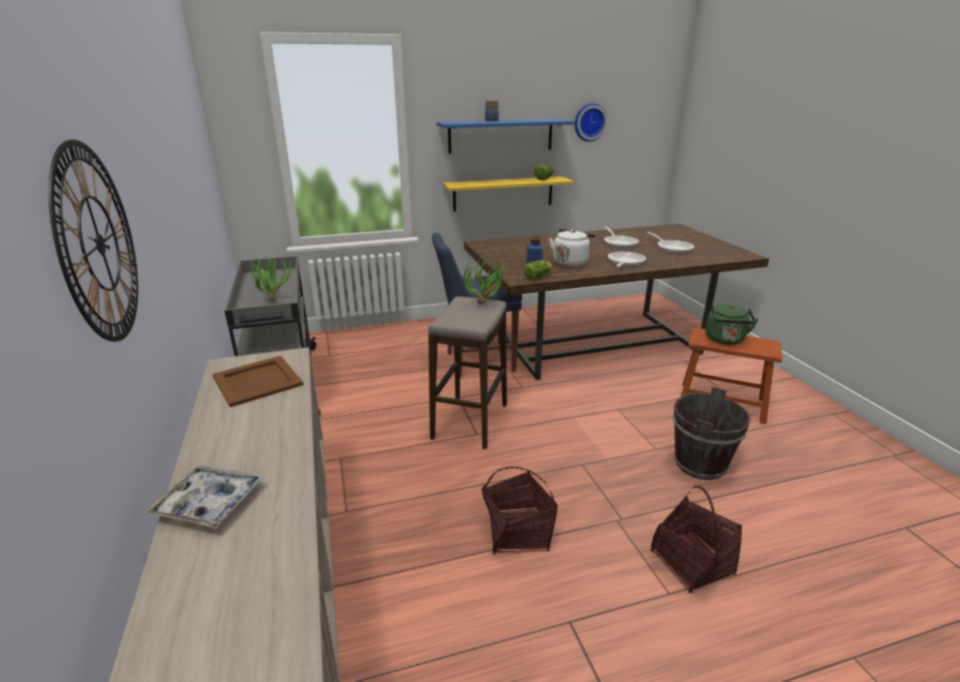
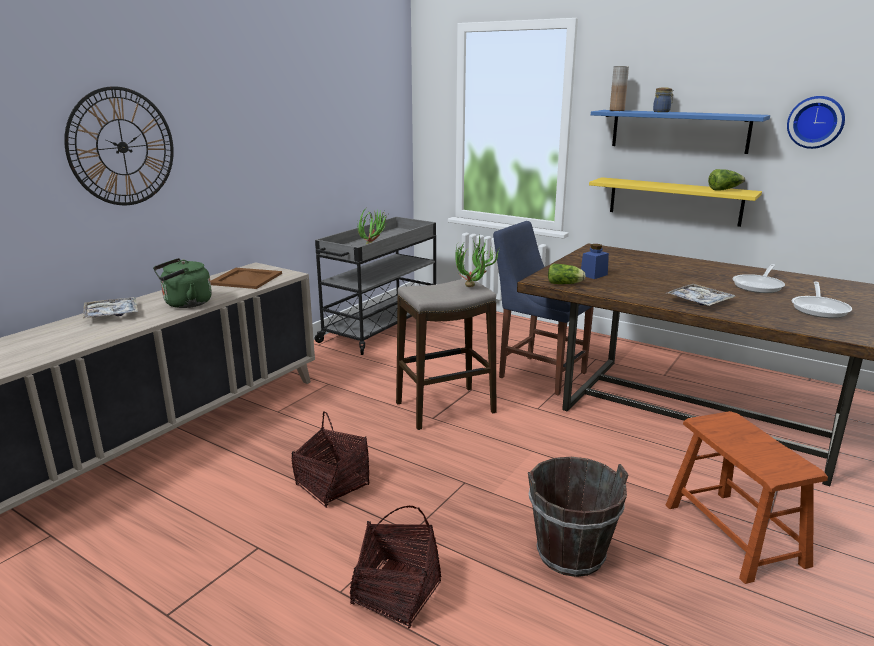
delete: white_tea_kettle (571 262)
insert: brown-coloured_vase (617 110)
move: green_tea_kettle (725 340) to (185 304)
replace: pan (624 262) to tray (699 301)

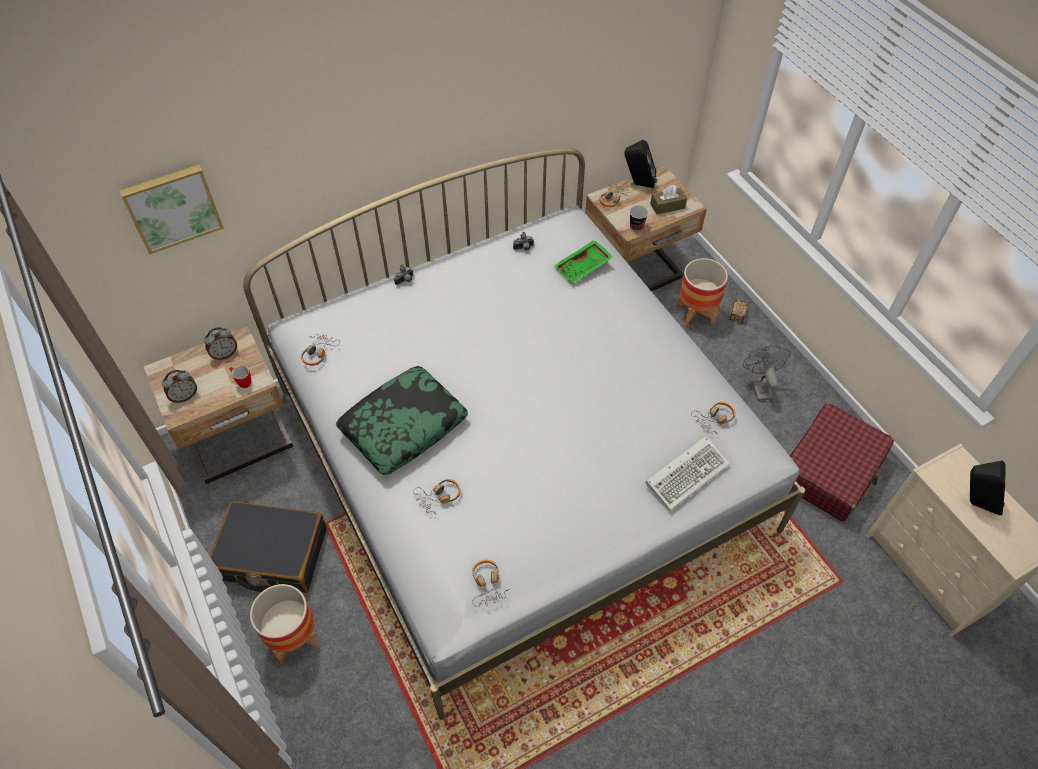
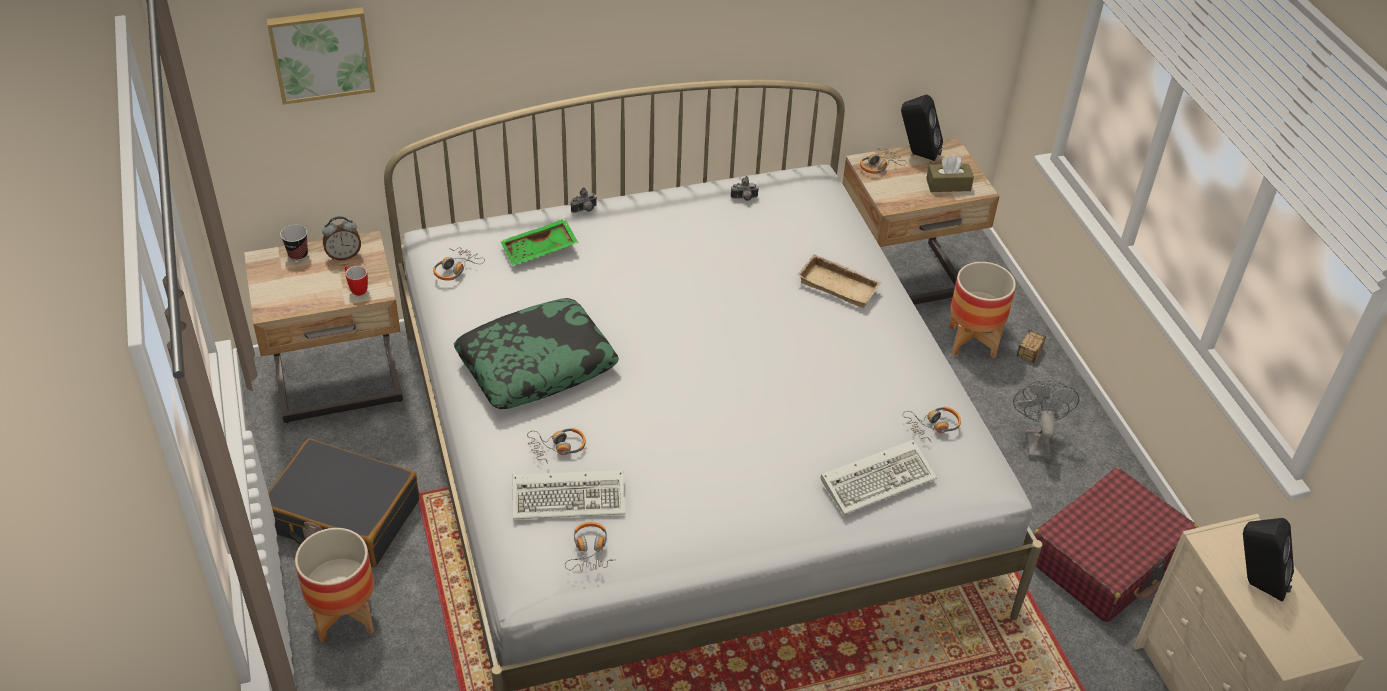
delete: table_clock (184 396)
insert: PC_keyboard (571 497); beige-coloured_tray (840 285)
move: green_tray (583 267) to (539 250); small_cup (636 227) to (298 255)

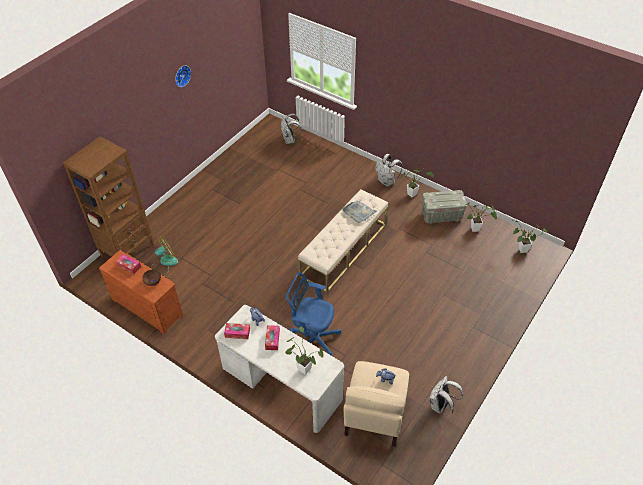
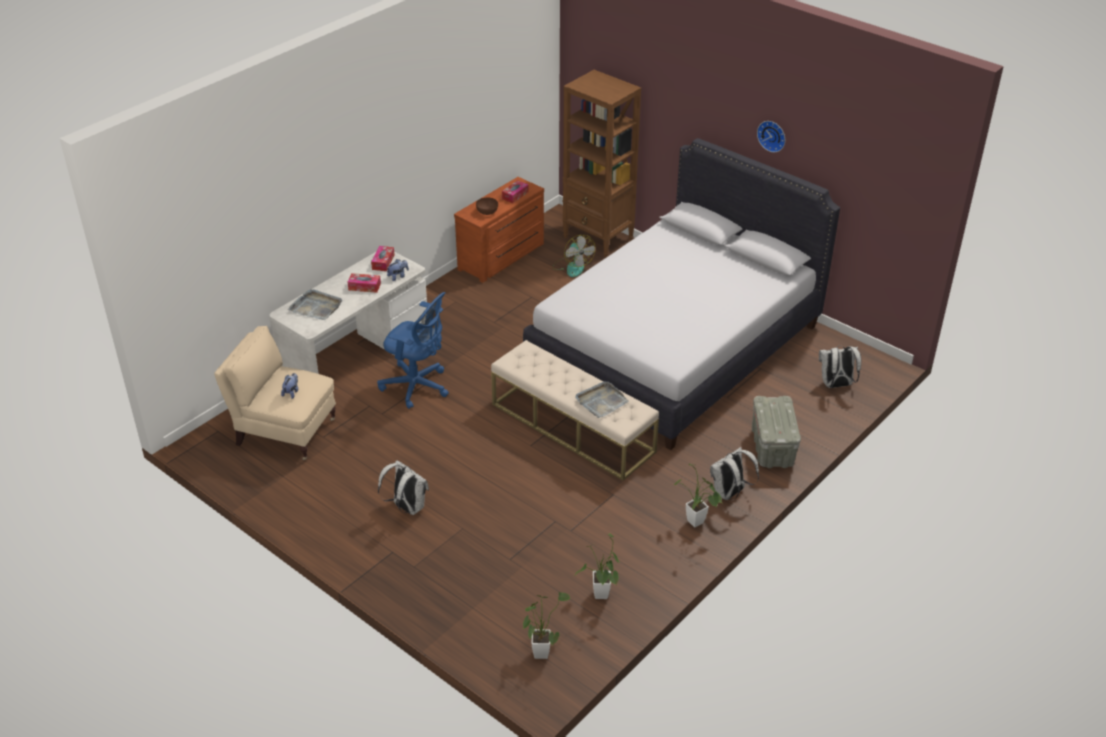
insert: white_bed (674 347)
move: greyish_storage_container (441 215) to (772 448); white_knapsack (440 405) to (407 507)
replace: potted_plant (302 368) to greyish_tray (316 307)
rotate: bluish_computer_chair (313 338) = (417 386) 90 degrees clockwise

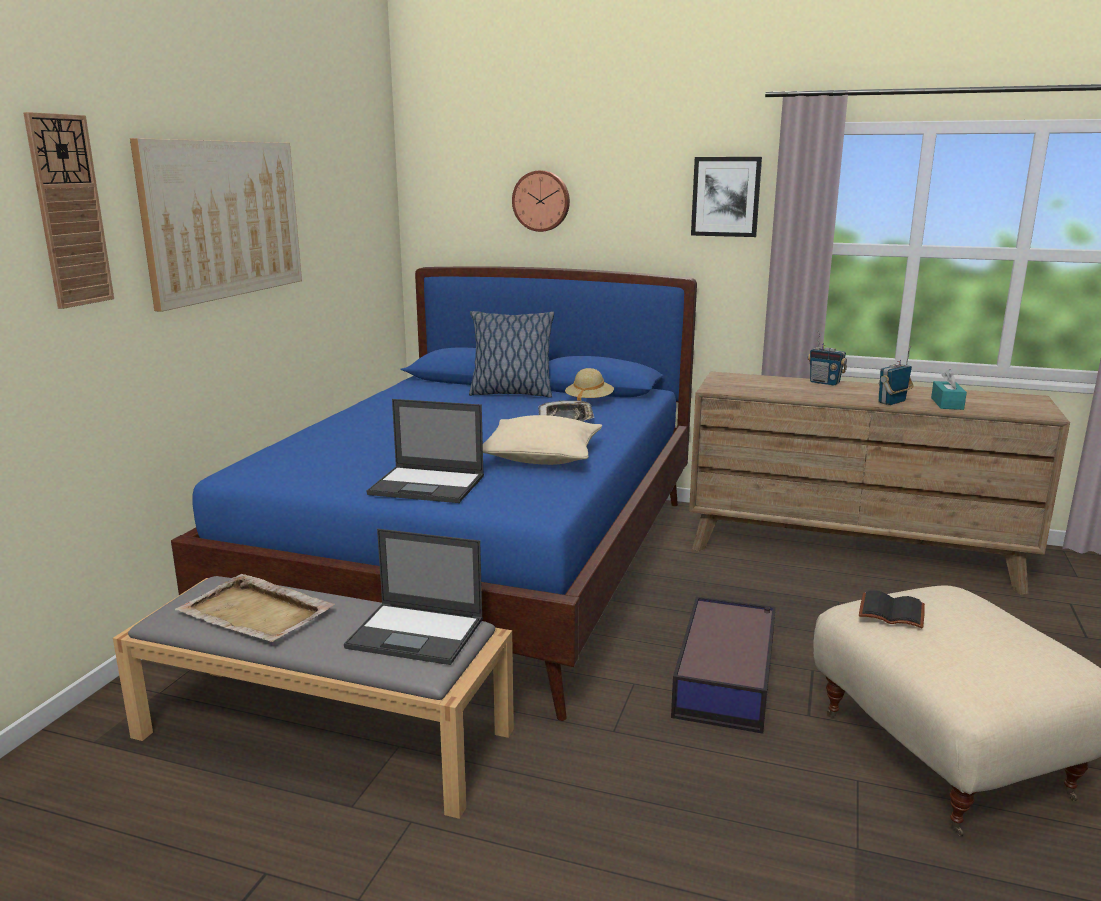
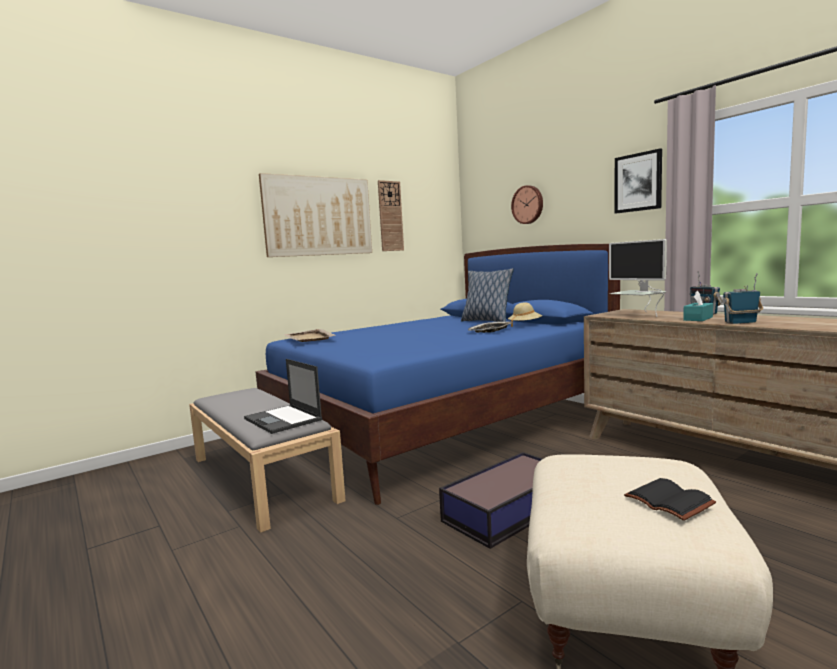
delete: notebook_computer (428 485); beige-coloured_cushion (541 457)
insert: monitor (638 315)
move: wall_clock (69 211) to (390 216); beige-coloured_tray (256 613) to (309 338); blackish_bound_book (890 613) to (666 501); blue-green_box_of_tissues (947 403) to (698 318)

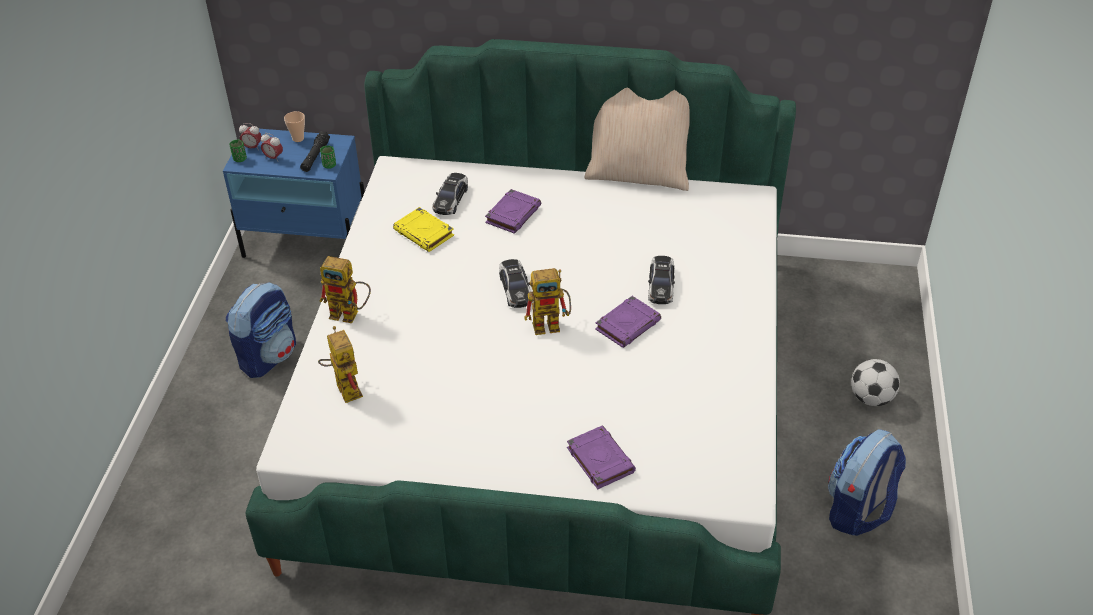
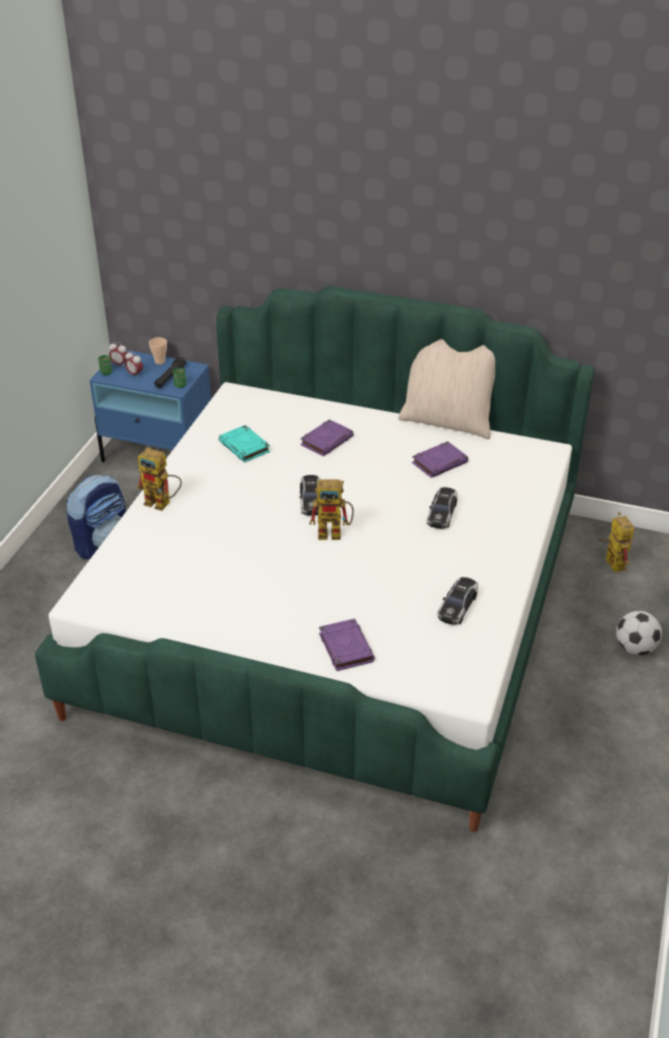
delete: knapsack (858 510)
move: model_robot (344 387) to (611 562); miniature_car (451 199) to (457 606); purple_bound_book (628 325) to (440 463)
recolor: yellow_bound_book (424 233) to blue-green_bound_book (245 447)

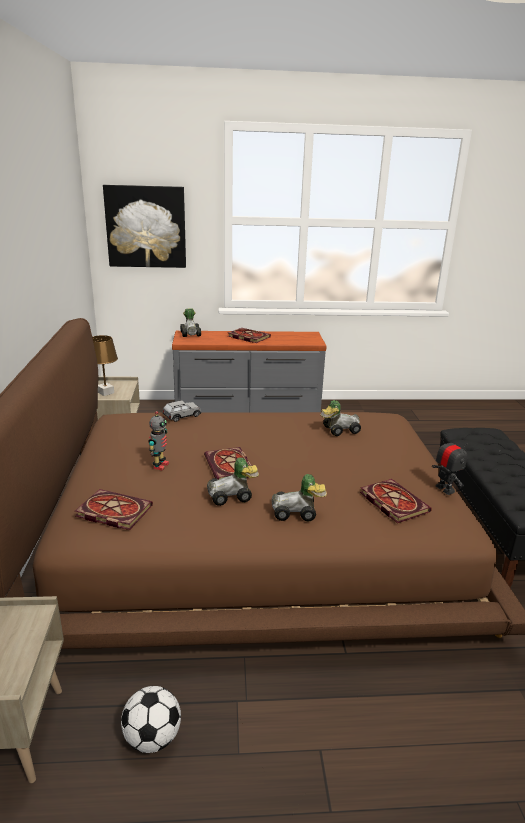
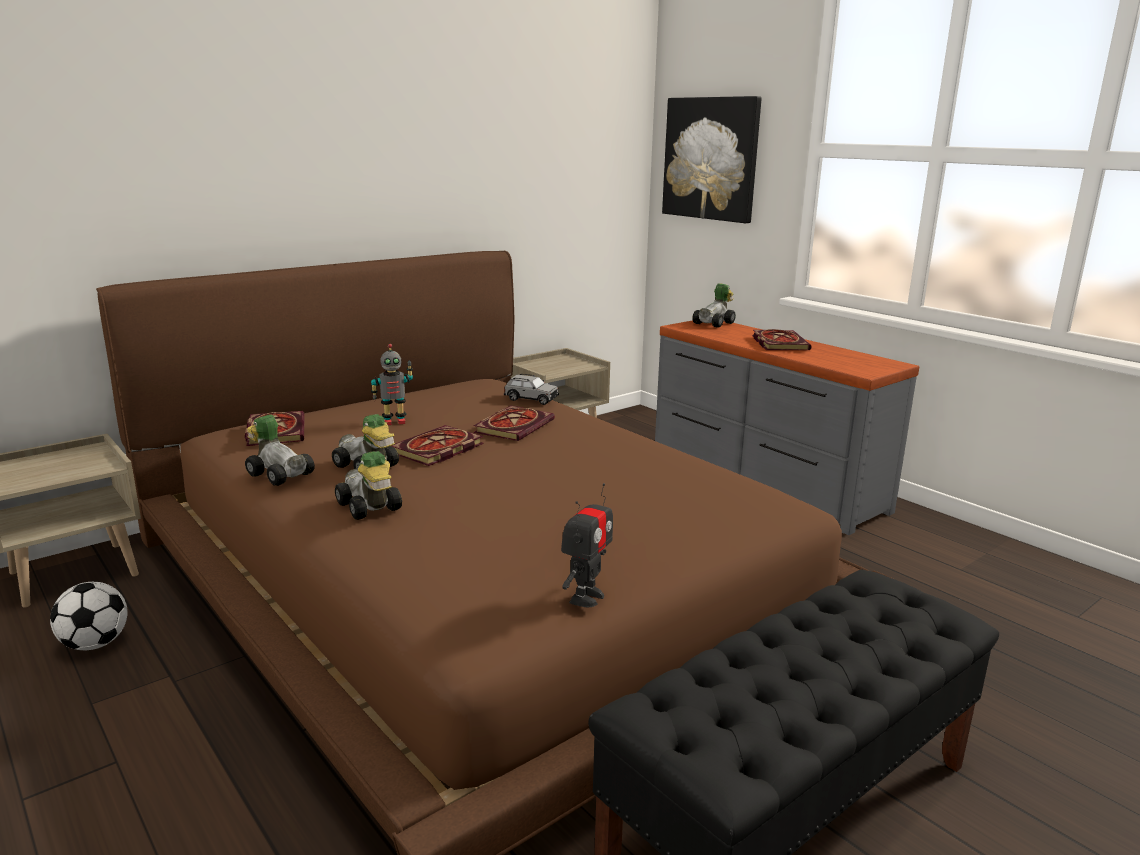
delete: brown-coloured_lamp_for_a_table (106 392)
move: miniature_car (339 430) to (279 473); bound_book (392 502) to (514 426)

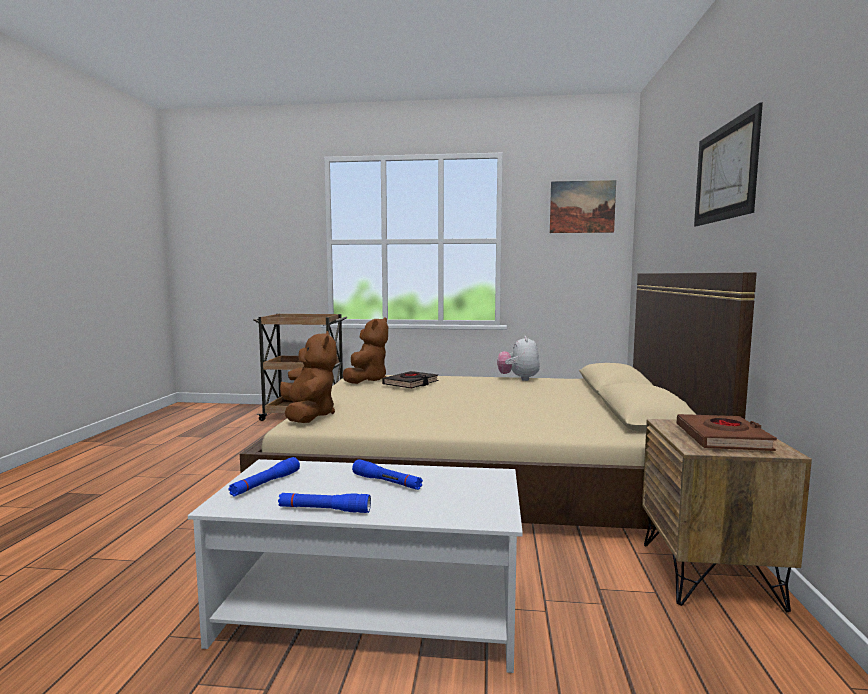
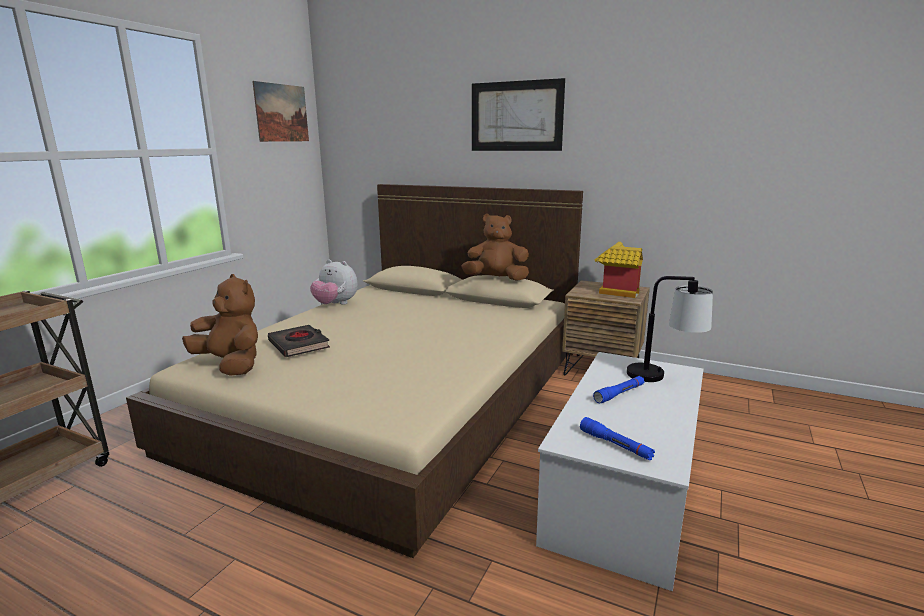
delete: bluish_torch (324 510)
insert: lamp_for_a_table (663 377)
move: brown-coloured_soft_toy (308 416) to (496 279)
replace: brown-coloured_bound_book (722 438) to miniature_house (614 291)

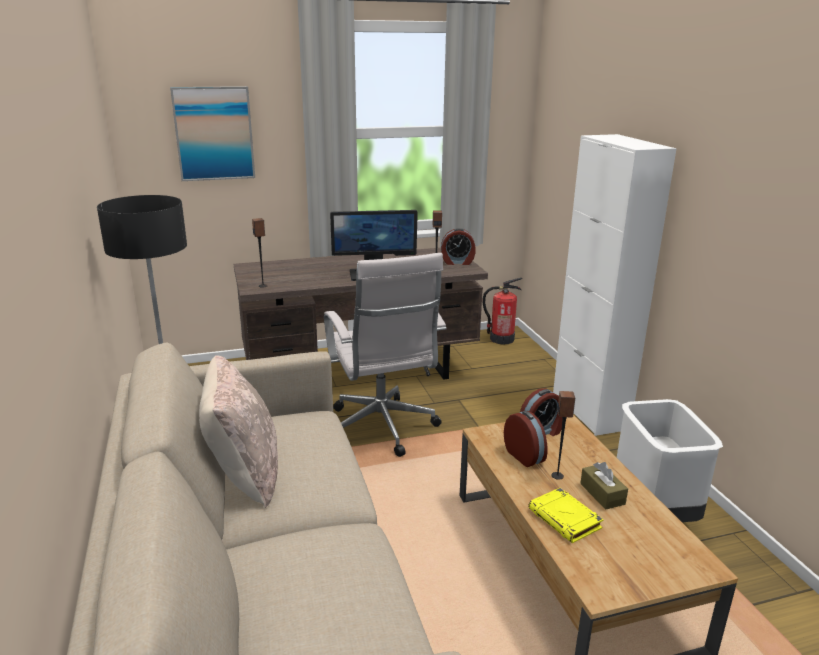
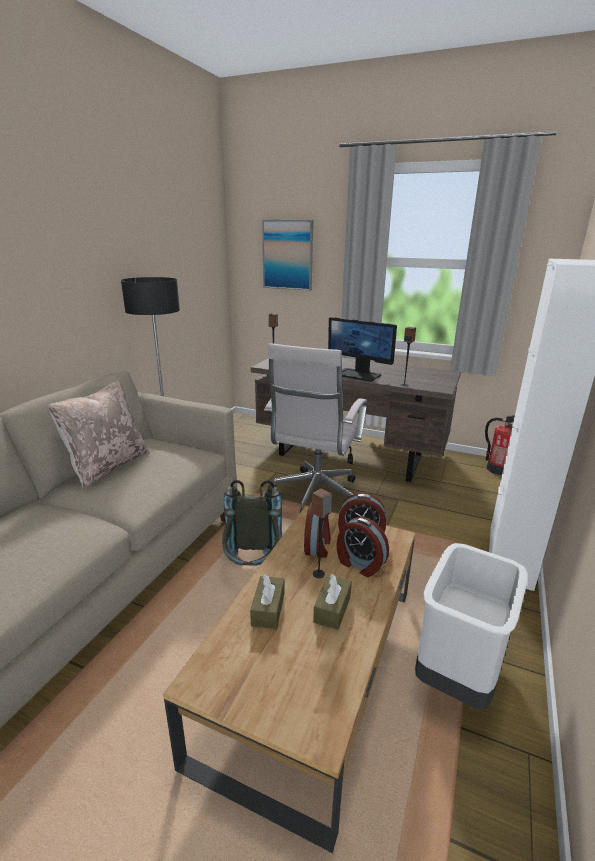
insert: greyish_knapsack (252 567)
move: table_clock (457 262) to (359 564)
replace: yellow_bound_book (565 519) to brown-coloured_box_of_tissues (268 609)

